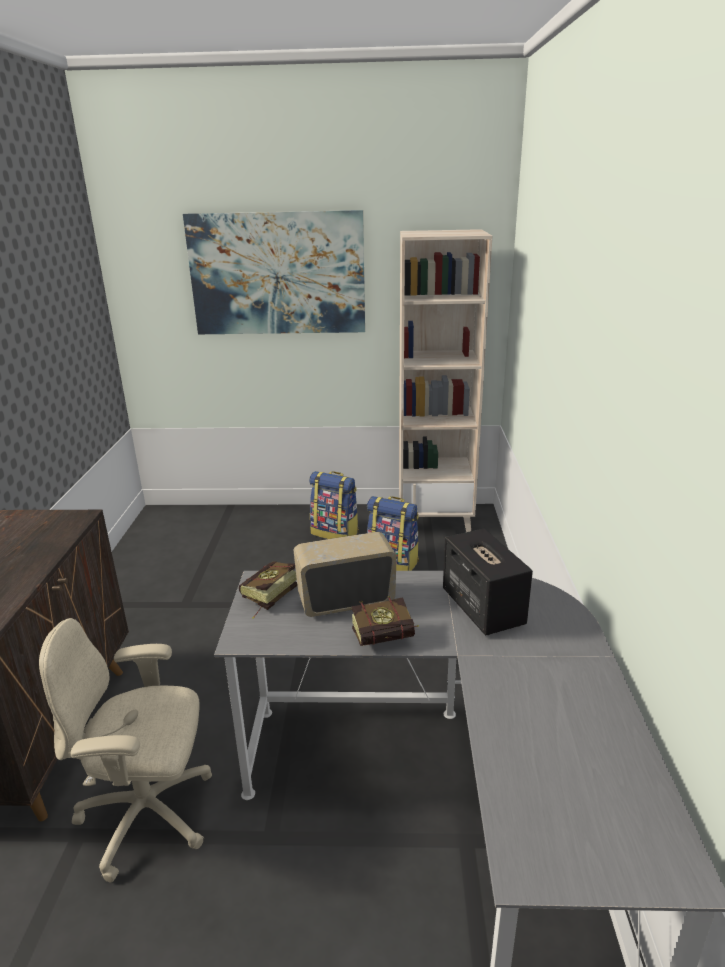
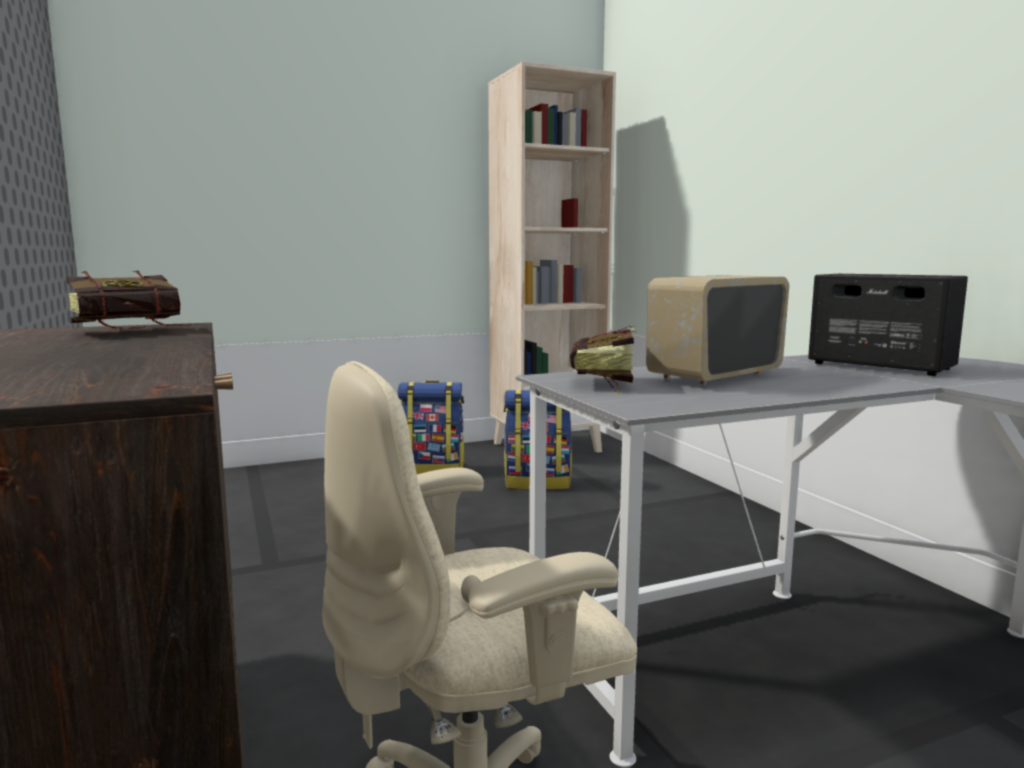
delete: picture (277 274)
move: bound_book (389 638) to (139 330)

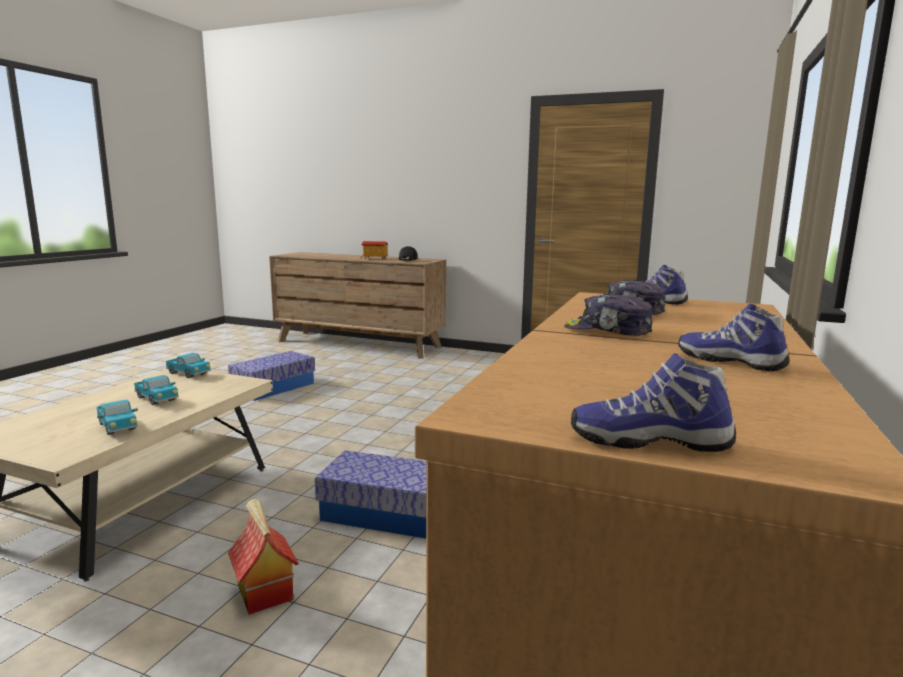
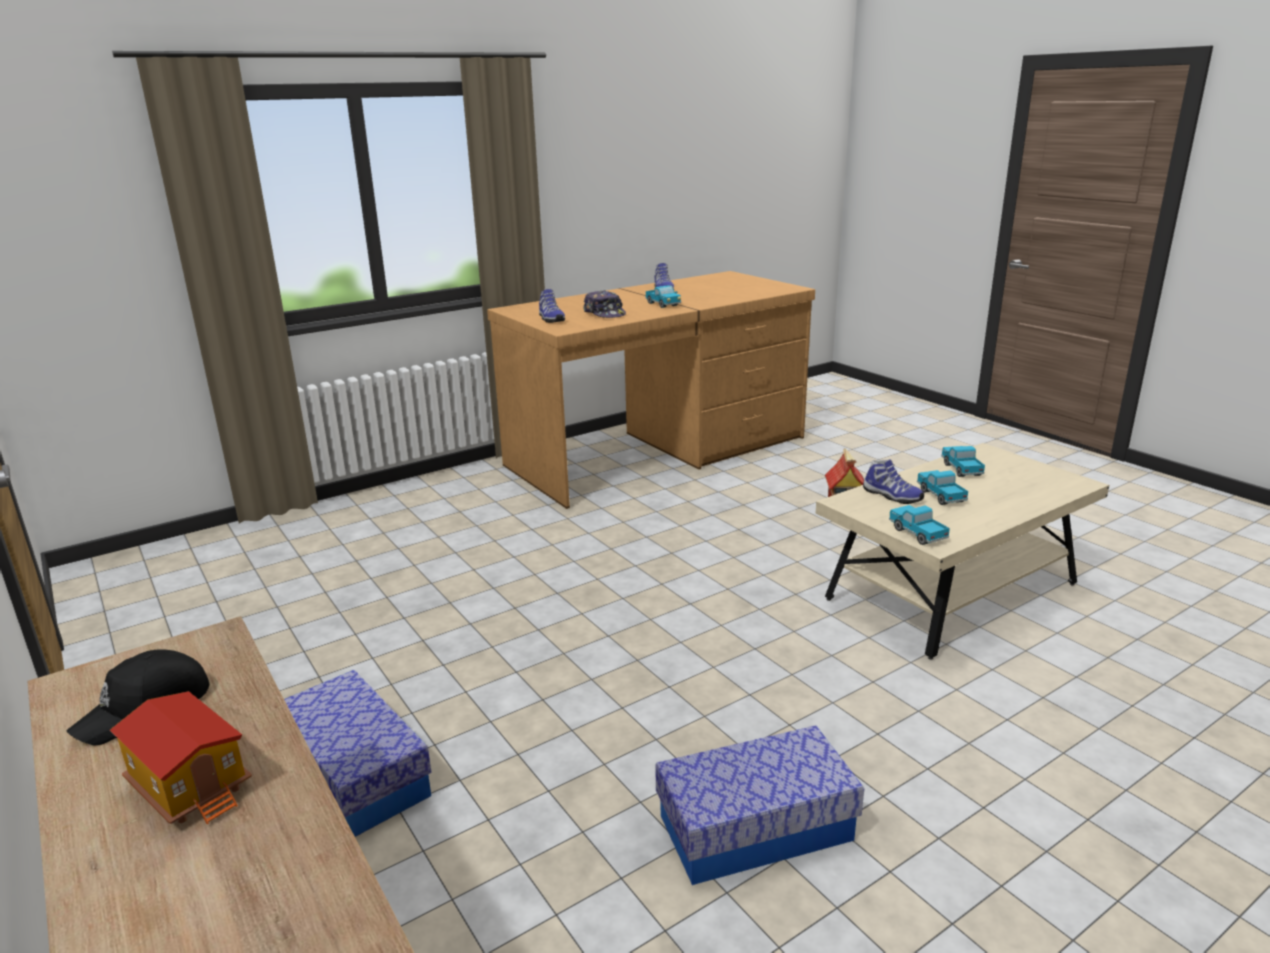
move: storage_container (387 513) to (356 774); low_shoe (649 440) to (891 496)
replace: baseball_cap (607 331) to model_truck (663 305)

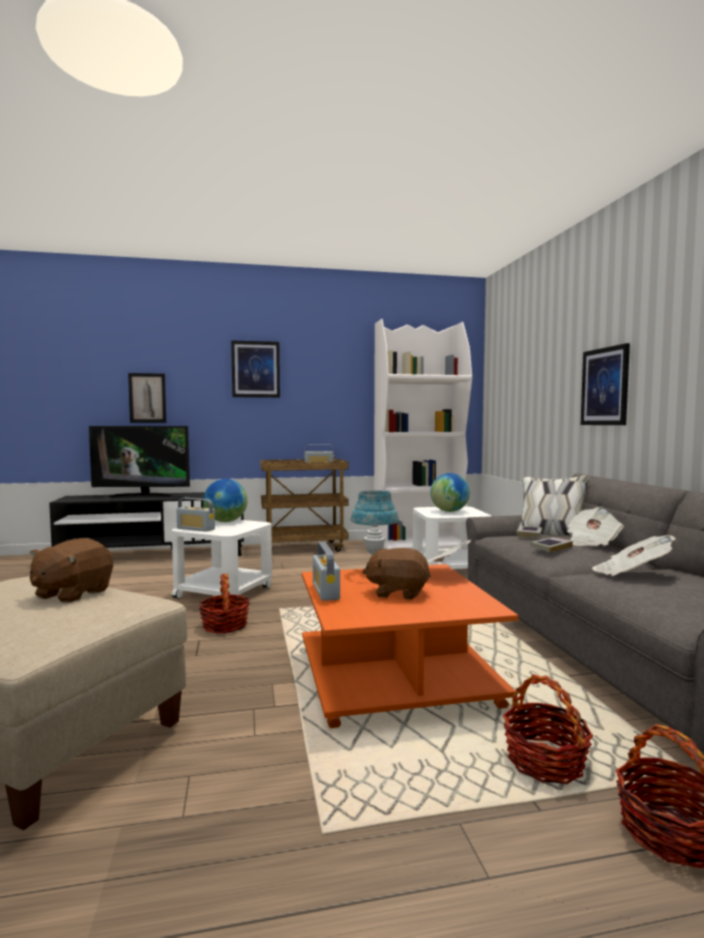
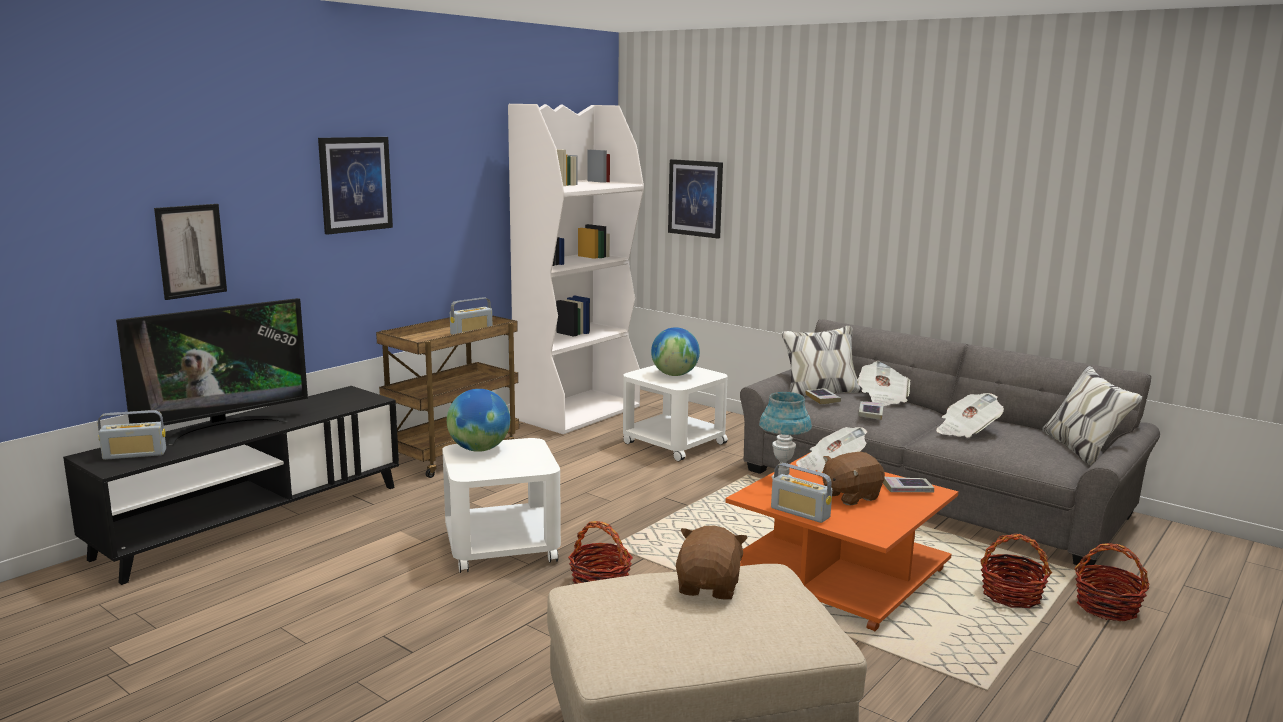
insert: bound_book (907 489)
move: radio (196 529) to (135 454); picture (605 386) to (695 198)
rotate: brown-coloured_soft_toy (72 594) = (709 587) 150 degrees counterclockwise

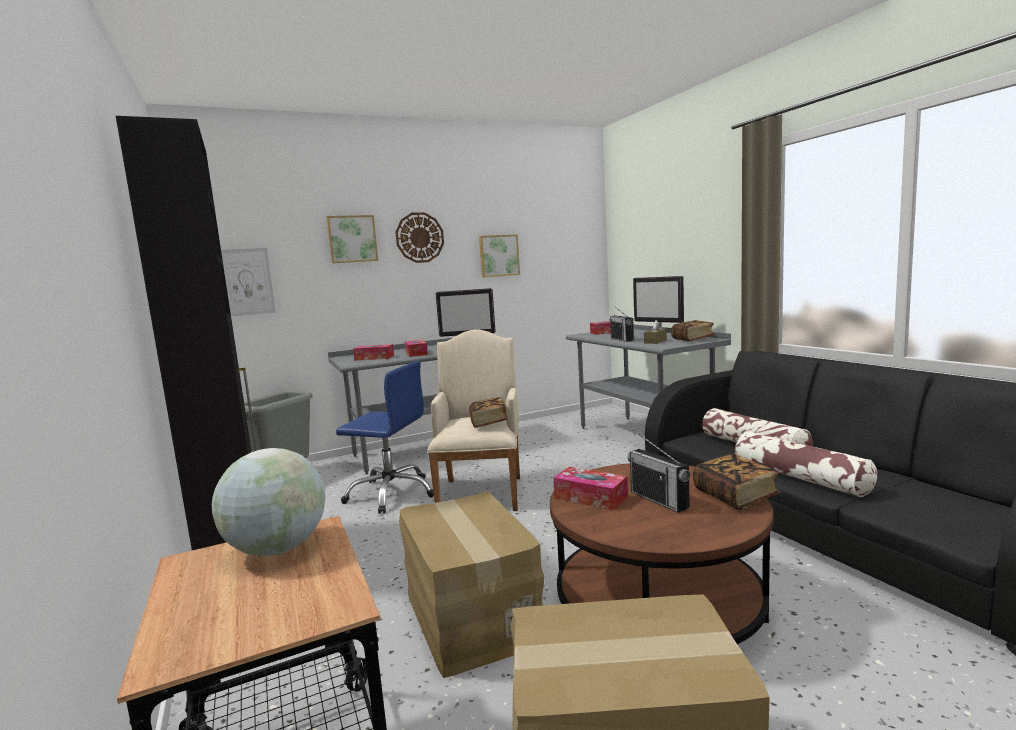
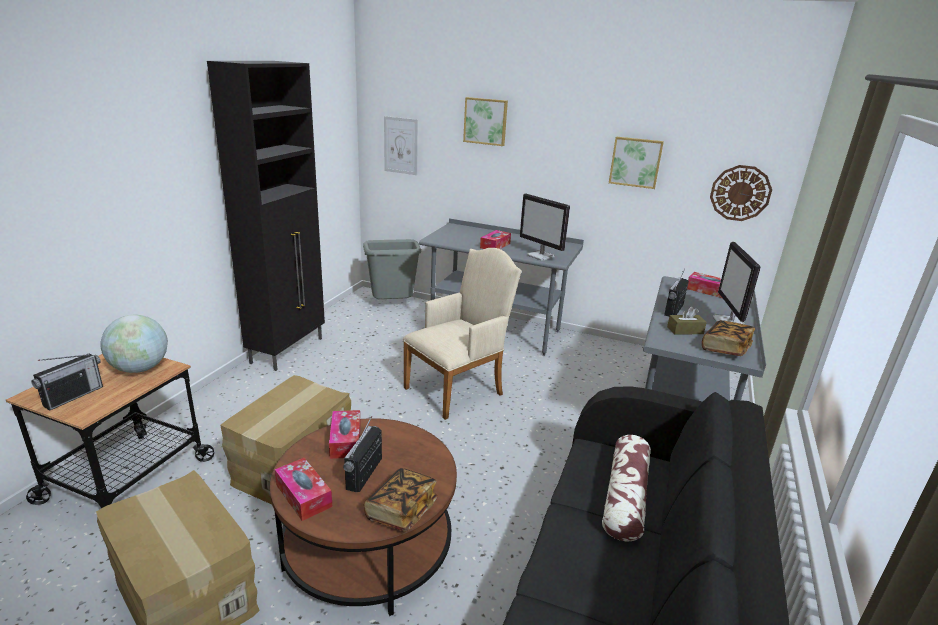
delete: bluish_computer_chair (391 493); bound_book (488 422); cushion (799 478)
insert: radio (73 396)
move: box_of_tissues (374 358) to (303 496); wall_clock (419 237) to (740 193)

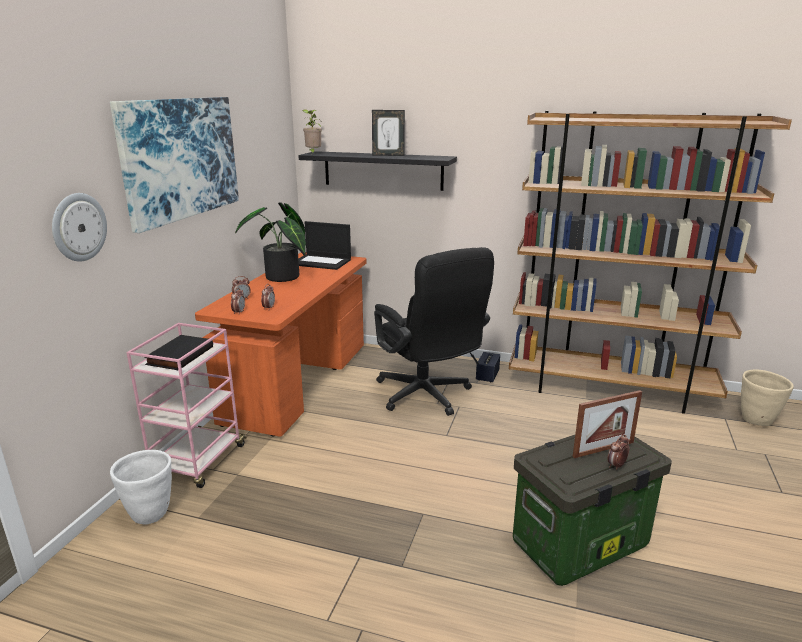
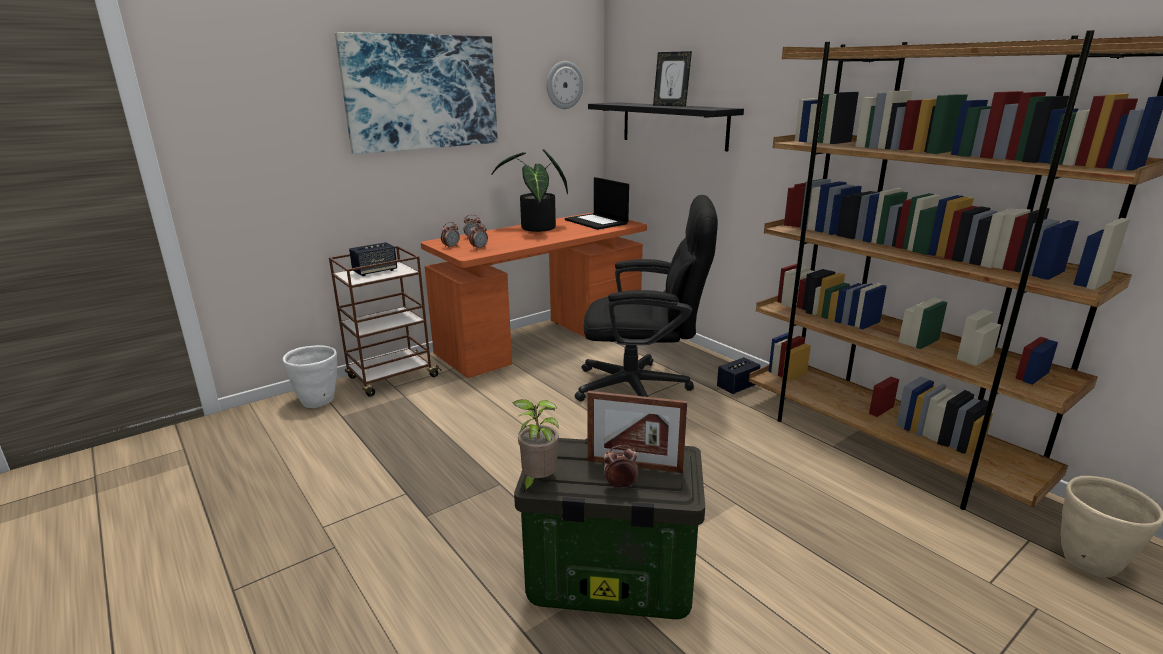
move: wall_clock (78 227) to (564 85); potted_plant (313 153) to (537 482)
replace: blackish_bound_book (179 355) to audio_speaker (375 271)
recolor: pinkish_wheeled_cart (198 462) to brown-coloured_wheeled_cart (391 378)
rotate: blackish_computer_chair (428 397) = (643 387) 90 degrees counterclockwise

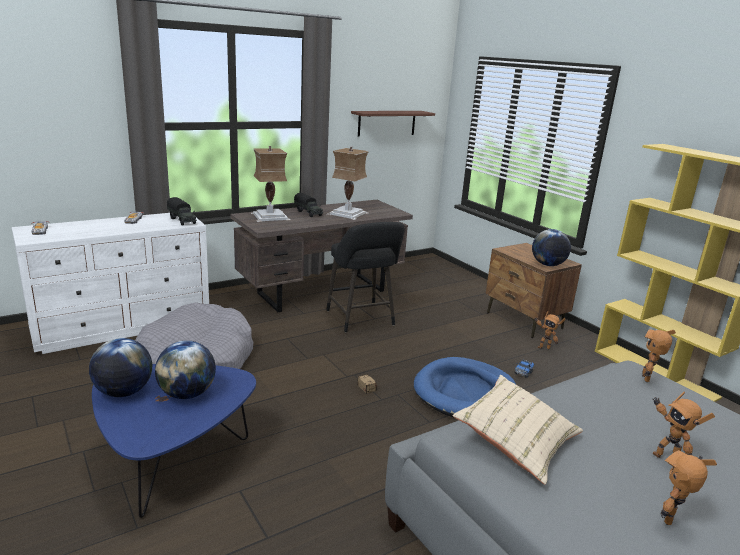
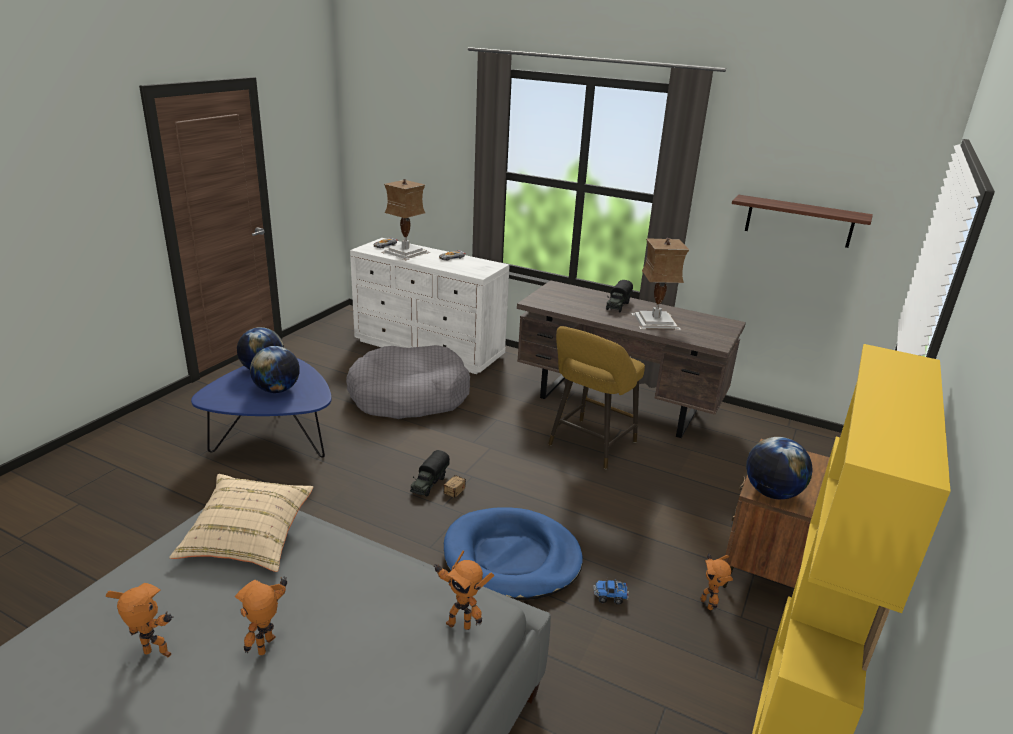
move: model_truck (182 220) to (429 483); lamp_for_a_table (269 216) to (405 252)
recolor: blackish_stool (361 319) to yellow_stool (589 446)
rotate: model_robot (648 378) = (459 623) 150 degrees counterclockwise

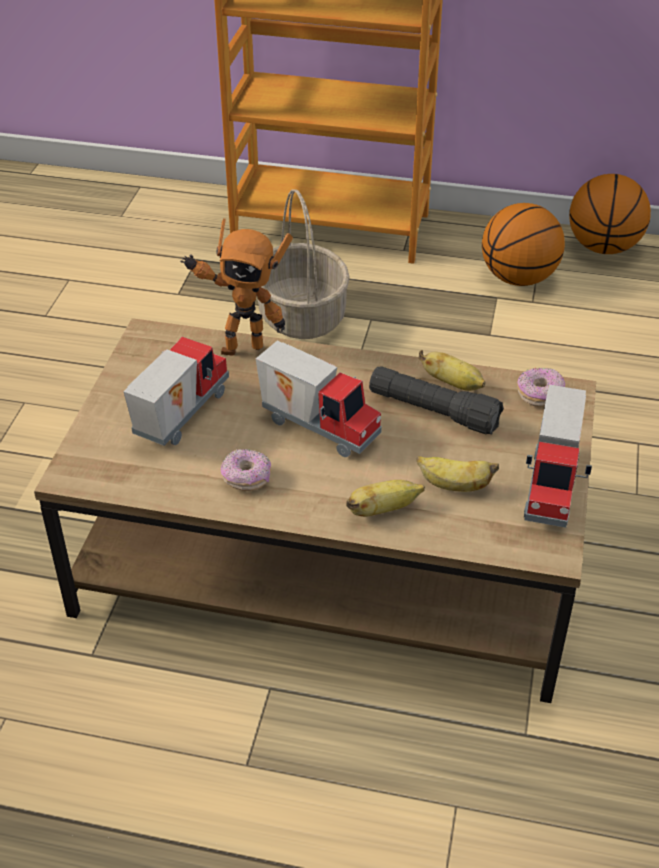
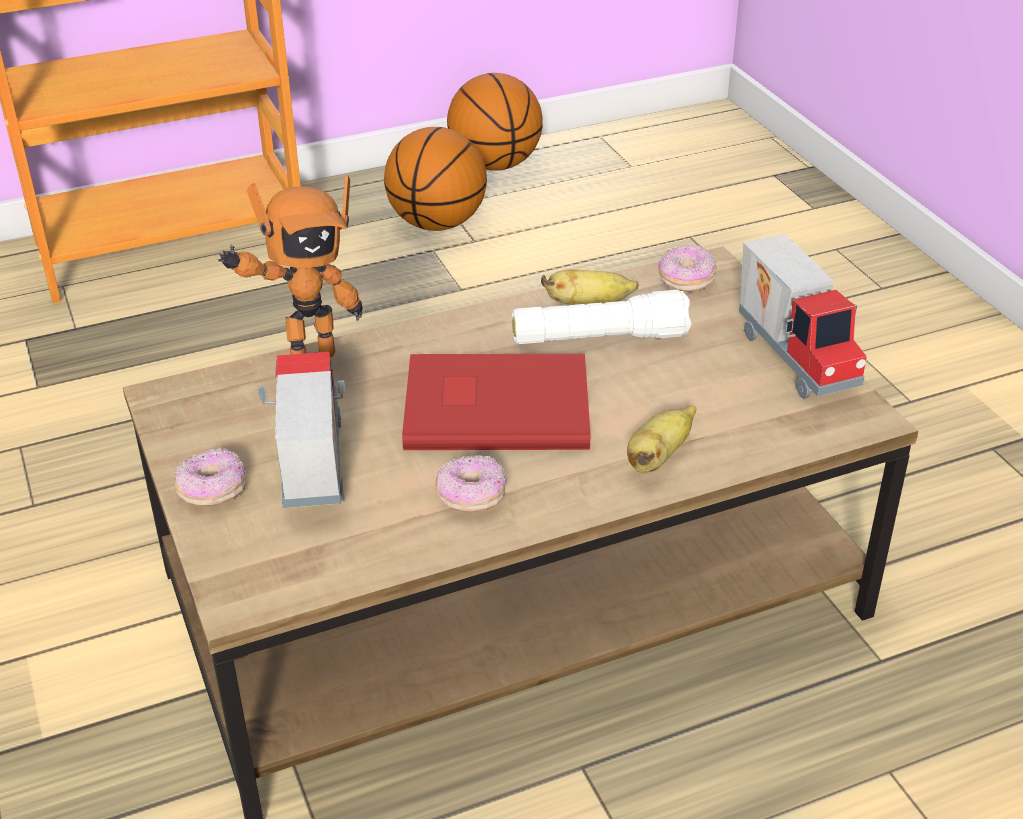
delete: storage_basket (301 316); banana (453 486)
insert: doughnut (213 491)
replace: model_truck (320 426) to red-coloured_bound_book (494 405)
recolor: blackish_torch (433 411) to white_torch (599 339)

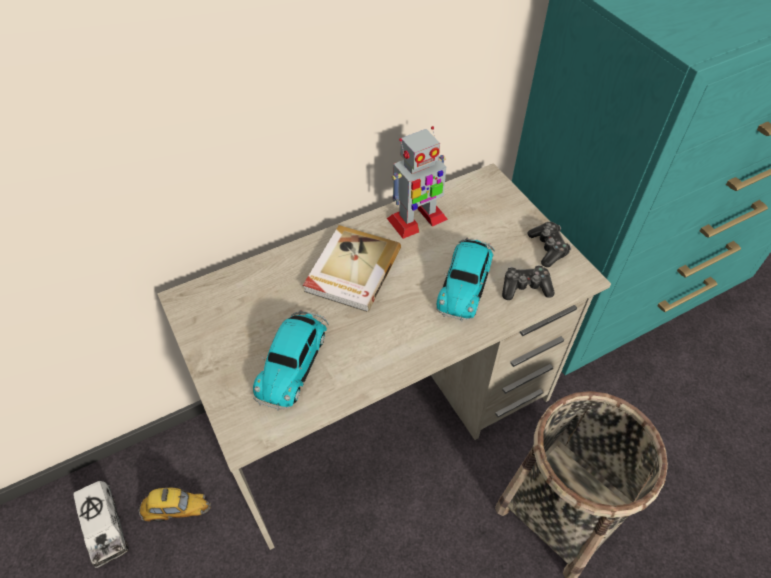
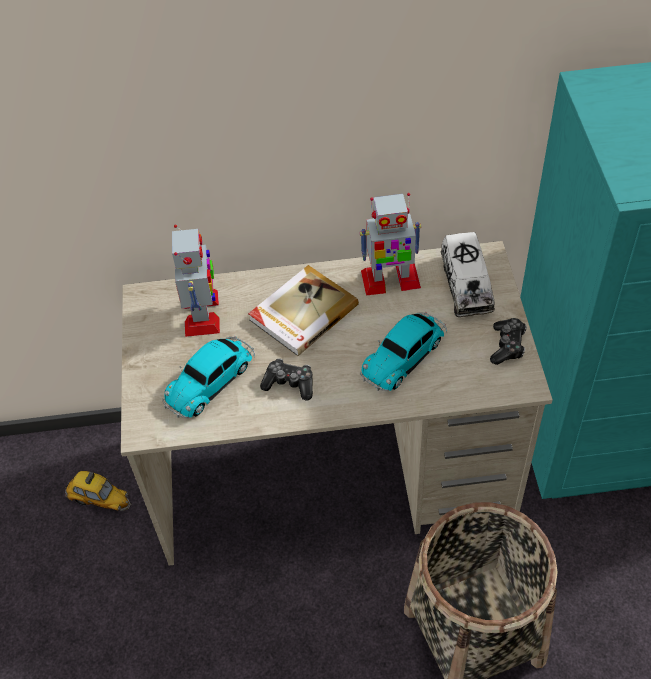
insert: model_robot (202 313)
move: model_truck (105 527) to (466 285); gamepad (525 287) to (289 384)

